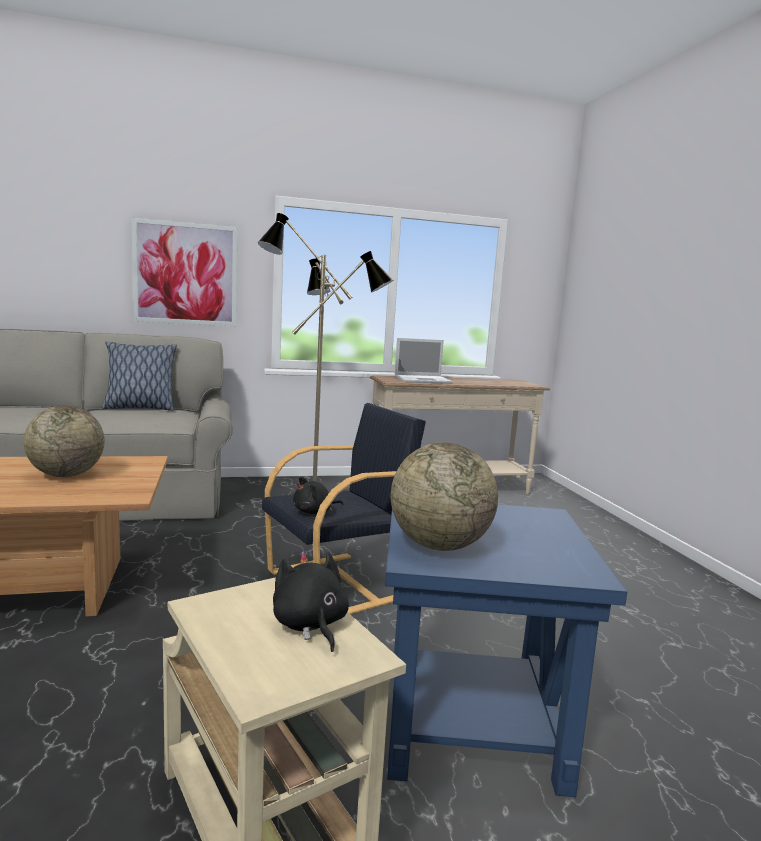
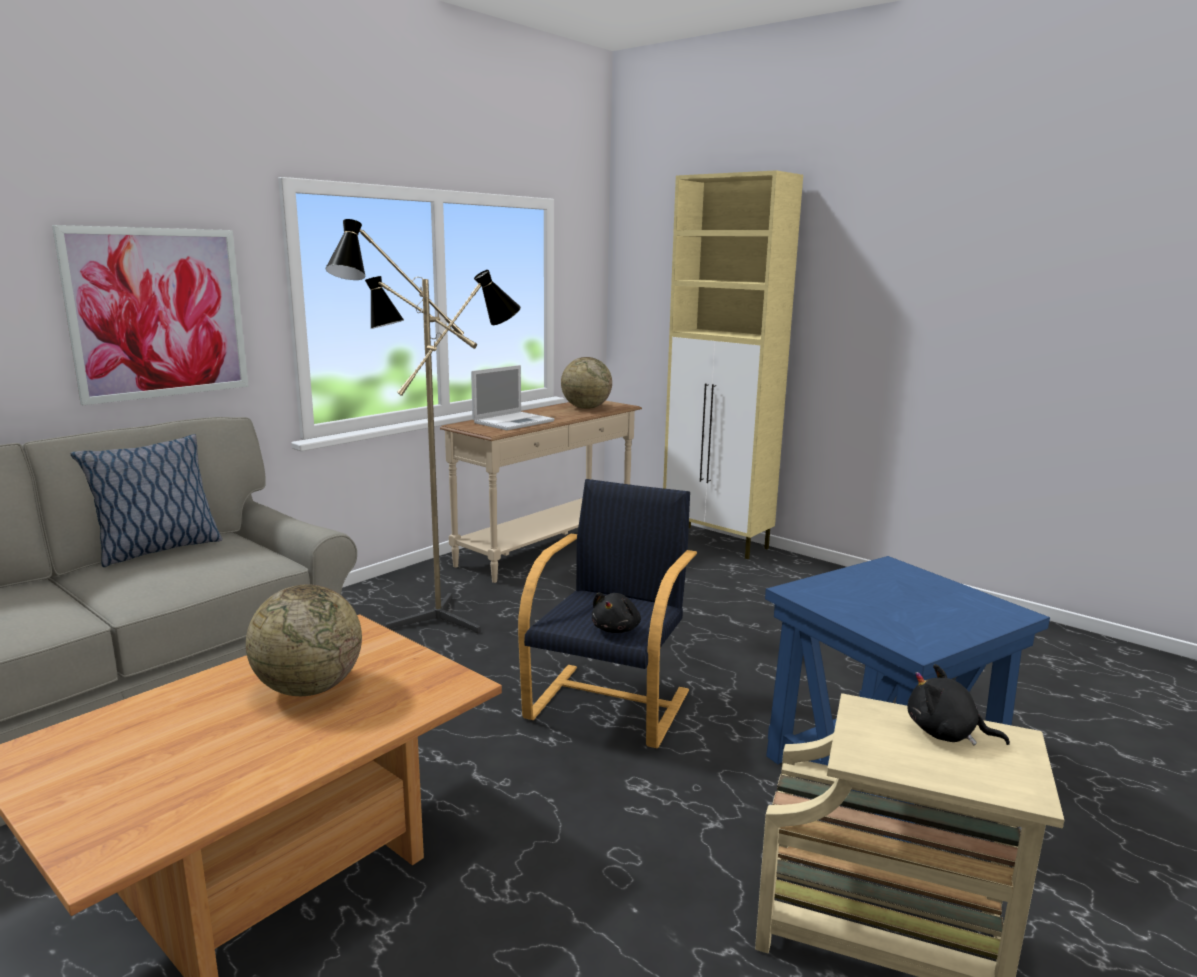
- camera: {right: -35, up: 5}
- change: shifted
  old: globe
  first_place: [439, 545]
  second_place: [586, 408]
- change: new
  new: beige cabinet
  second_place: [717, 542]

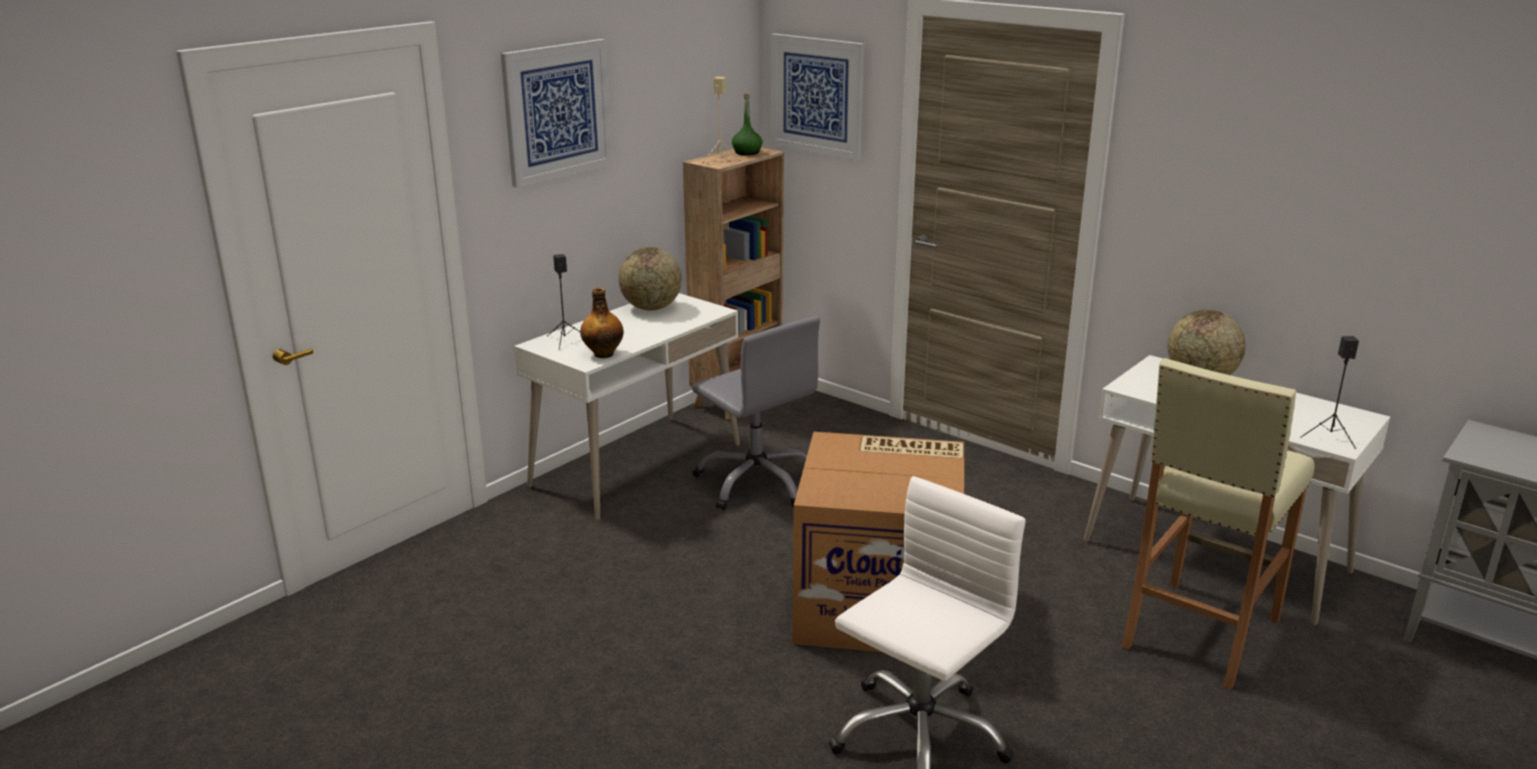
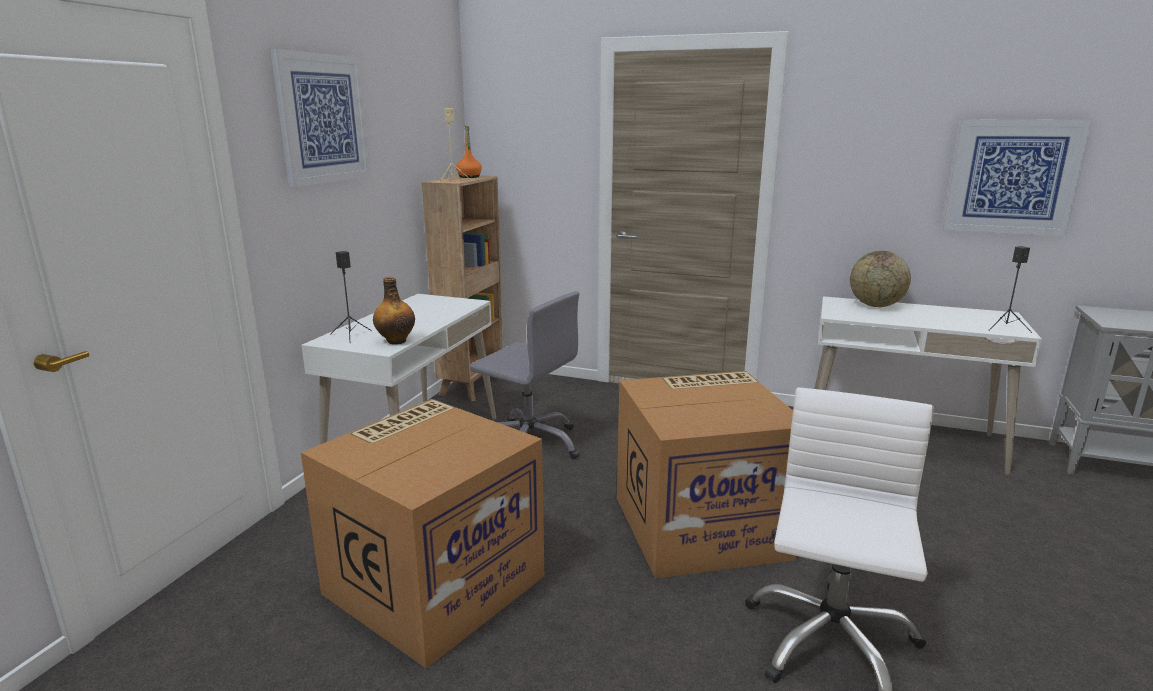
- camera: {right: -20, up: -5}
- change: gone
  old: globe
  first_place: [651, 308]
- change: repainted
  old: green-coloured bottle
  new: orange bottle
  first_place: [747, 153]
  second_place: [469, 177]
- change: shifted
  old: wall picture
  first_place: [817, 95]
  second_place: [1013, 177]
- change: gone
  old: beige sitting stool
  first_place: [1199, 633]
- change: new
  new: carton
  second_place: [435, 582]

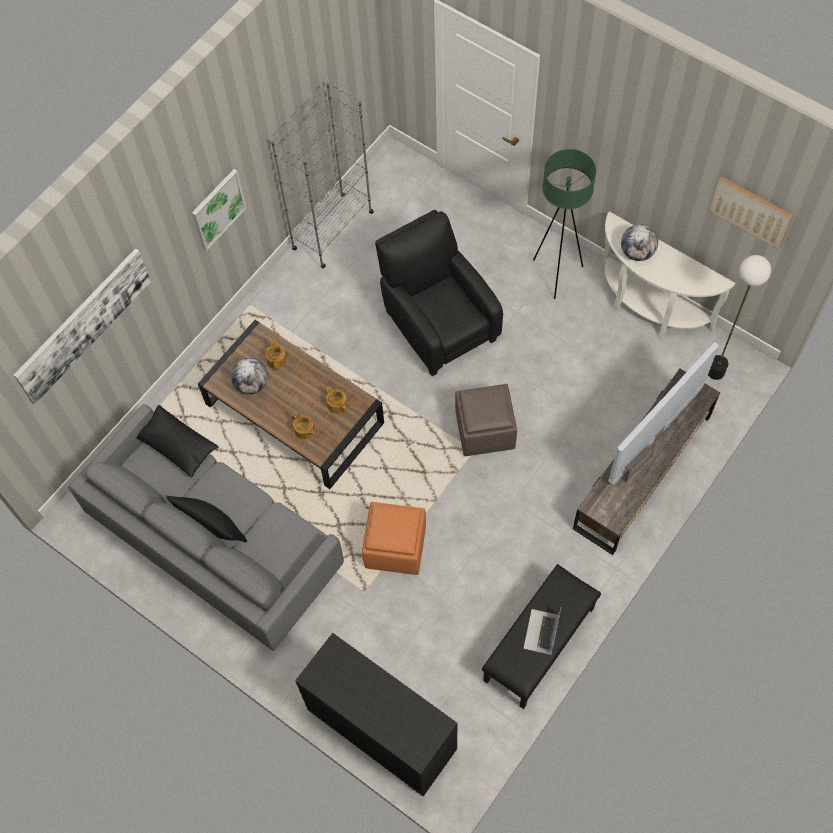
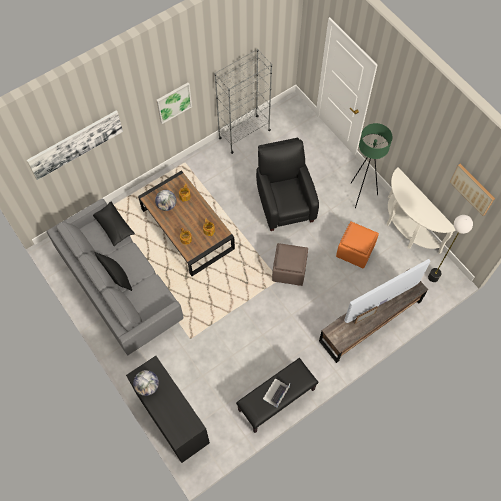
- camera: {right: 15, up: 0}
- change: shifted
  old: orange ottoman
  first_place: [395, 547]
  second_place: [354, 251]
- change: shifted
  old: globe
  first_place: [637, 252]
  second_place: [147, 386]

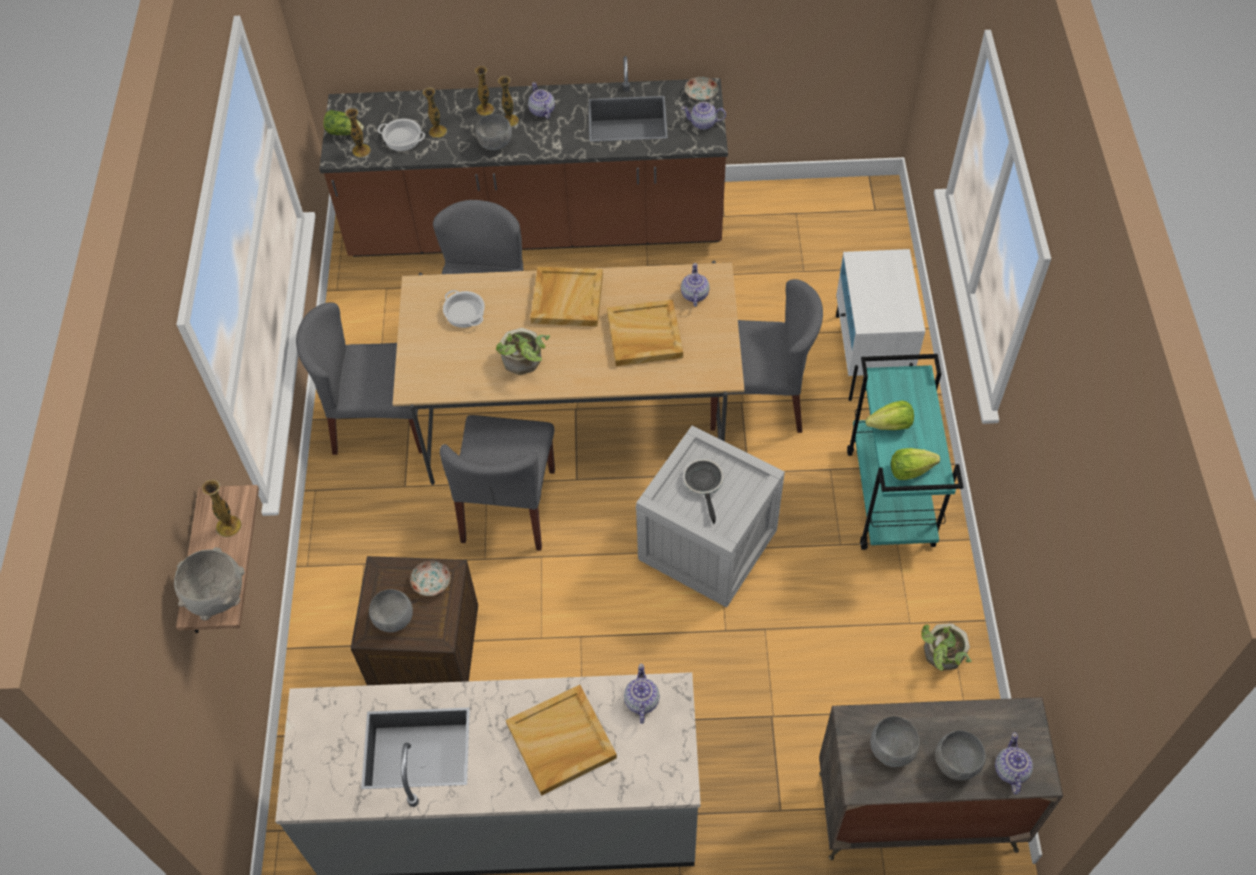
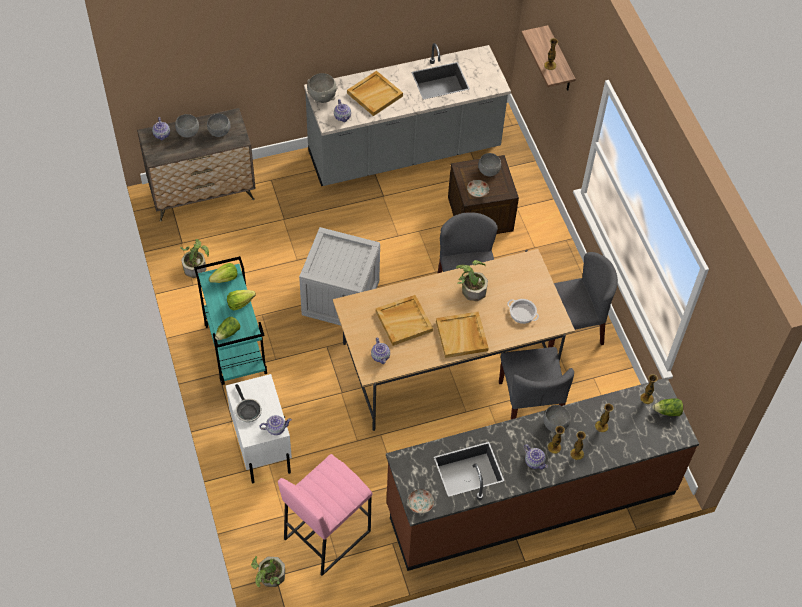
- camera: {right: 160, up: 0}
- change: shifted
  old: greyish serving bowl
  first_place: [217, 598]
  second_place: [322, 97]
- change: gone
  old: cooking pot
  first_place: [403, 138]
- change: shifted
  old: tea pot
  first_place: [703, 123]
  second_place: [275, 428]
- change: shifted
  old: frying pan
  first_place: [704, 484]
  second_place: [247, 410]
- change: gone
  old: greyish chair
  first_place: [756, 400]
- change: new
  new: lettuce head
  second_place: [228, 333]
- change: new
  new: potted plant
  second_place: [269, 578]
- change: new
  new: pink-coloured sitting stool
  second_place: [326, 534]

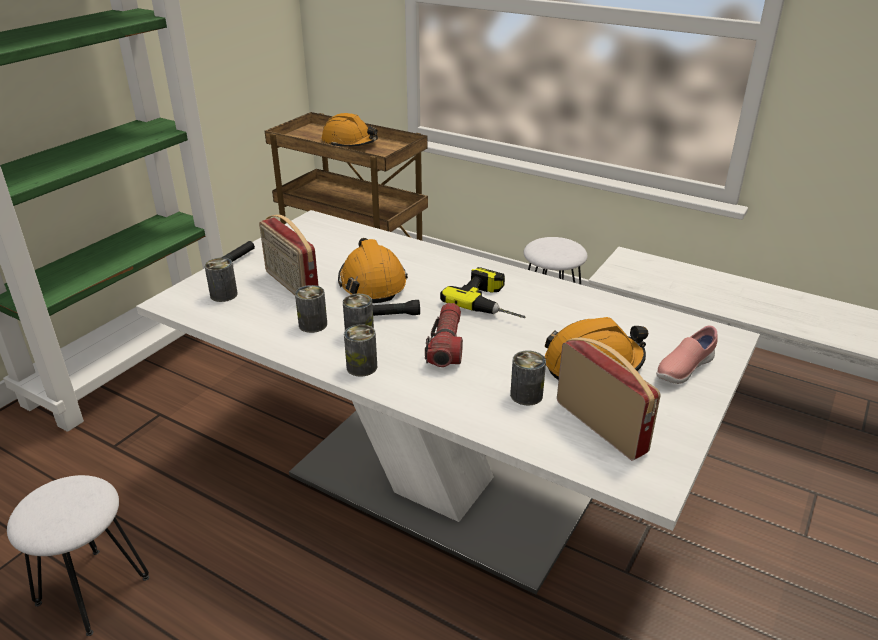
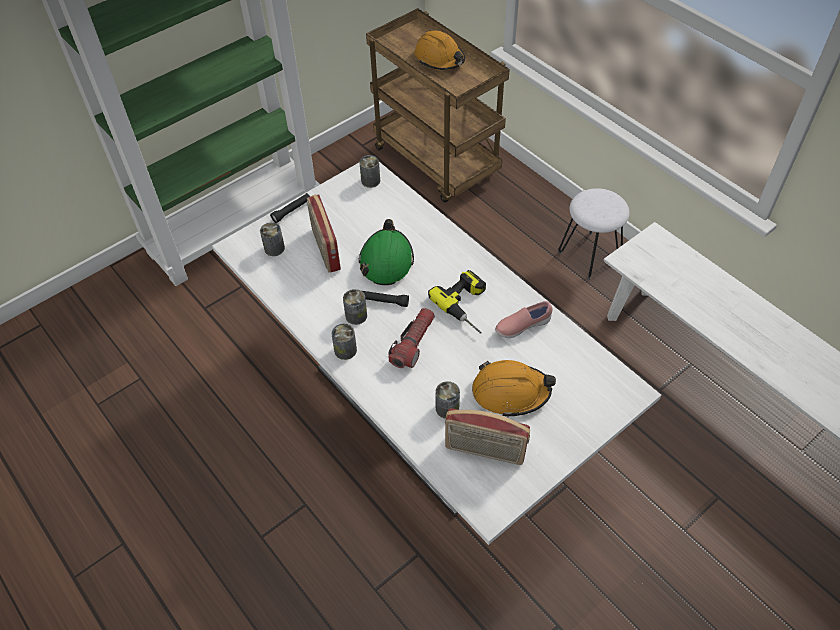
- camera: {right: 20, up: 20}
- change: gone
  old: white-coloured sitting stool
  first_place: [92, 590]
- change: shifted
  old: metal can
  first_place: [313, 324]
  second_place: [370, 181]
- change: repainted
  old: orange safety helmet
  new: green-coloured safety helmet
  first_place: [372, 283]
  second_place: [386, 261]
- change: rotated
  old: radio receiver
  first_place: [601, 426]
  second_place: [484, 451]
  degrees: 120
- change: shifted
  old: pink-coloured low shoe
  first_place: [683, 369]
  second_place: [522, 326]

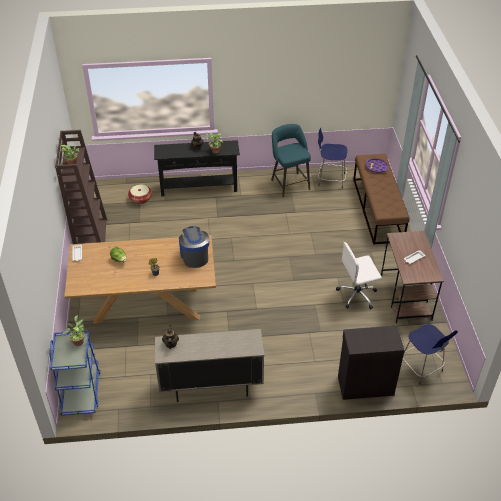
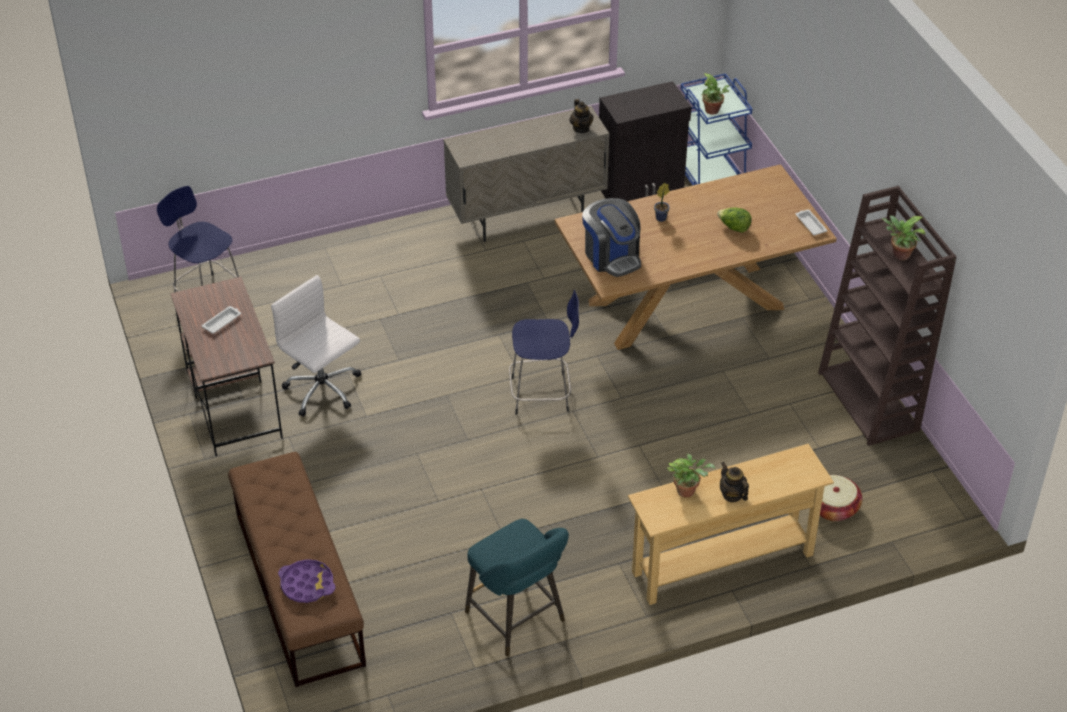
- camera: {right: 165, up: 0}
- change: repainted
  old: black console table
  new: beige console table
  first_place: [199, 187]
  second_place: [723, 564]
- change: shifted
  old: bluish sitting stool
  first_place: [330, 179]
  second_place: [542, 394]
- change: rotated
  old: white-coloured office chair
  first_place: [357, 295]
  second_place: [323, 390]
  degrees: -105
- change: shifted
  old: black cabinet
  first_place: [365, 385]
  second_place: [641, 189]

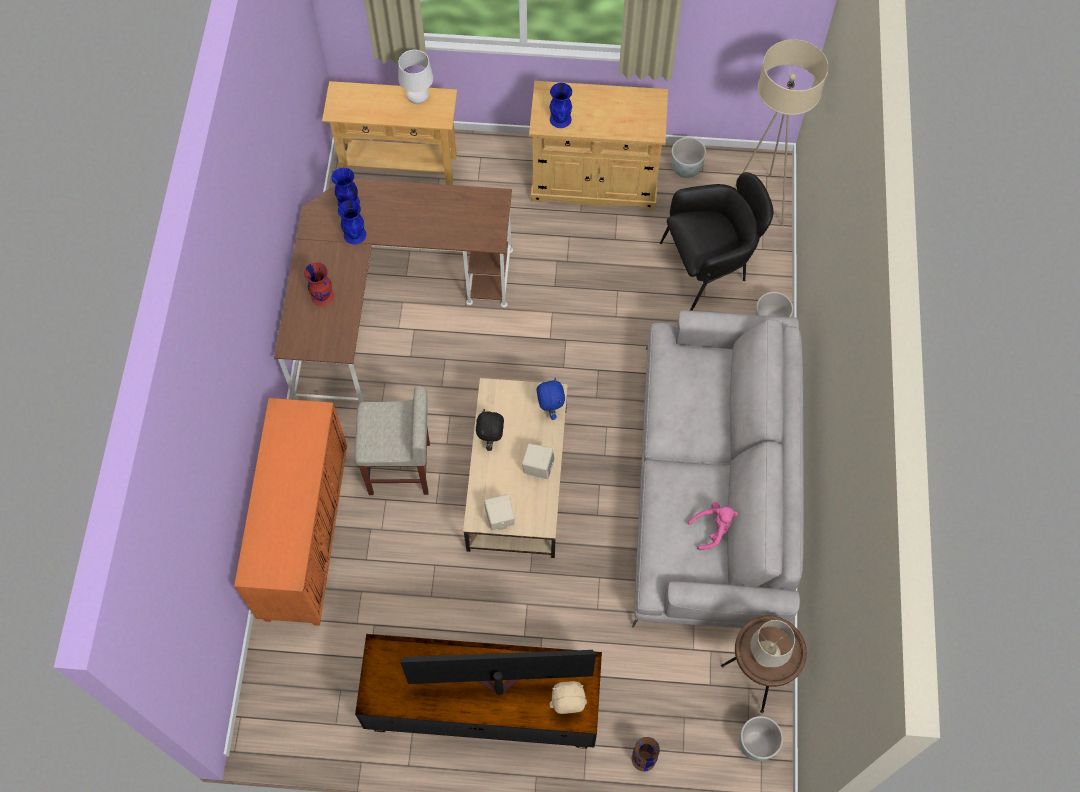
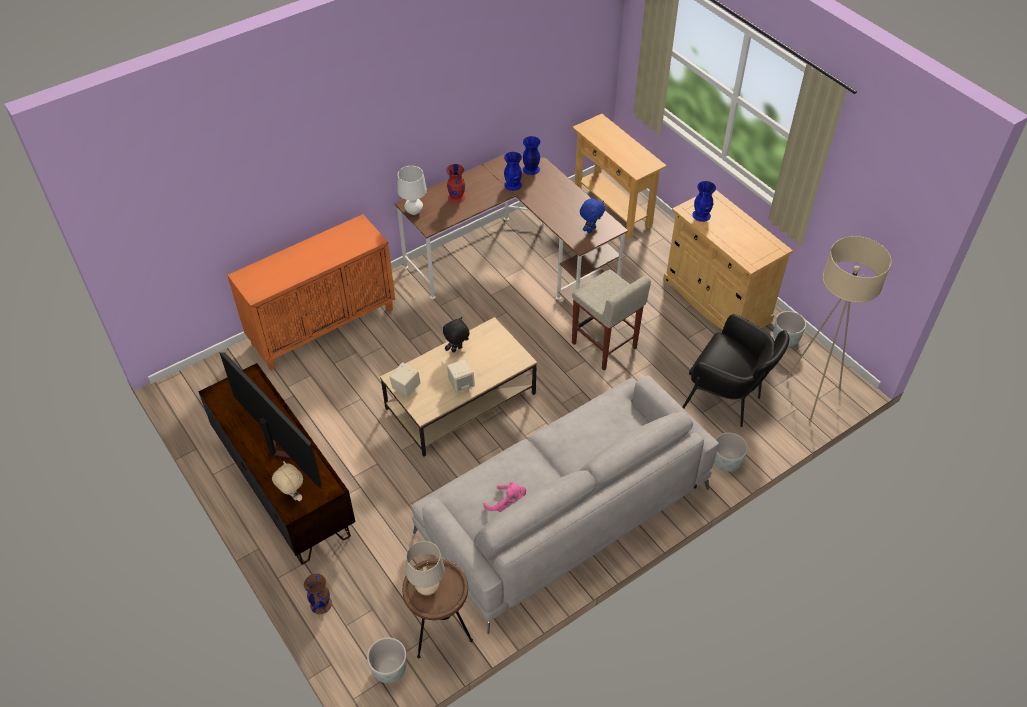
- camera: {right: 50, up: -15}
- change: shifted
  old: beige sitting stool
  first_place: [401, 469]
  second_place: [604, 346]
- change: shifted
  old: white-coloured table lamp
  first_place: [418, 99]
  second_place: [414, 211]
- change: shifted
  old: bluish plush toy
  first_place: [550, 409]
  second_place: [590, 229]

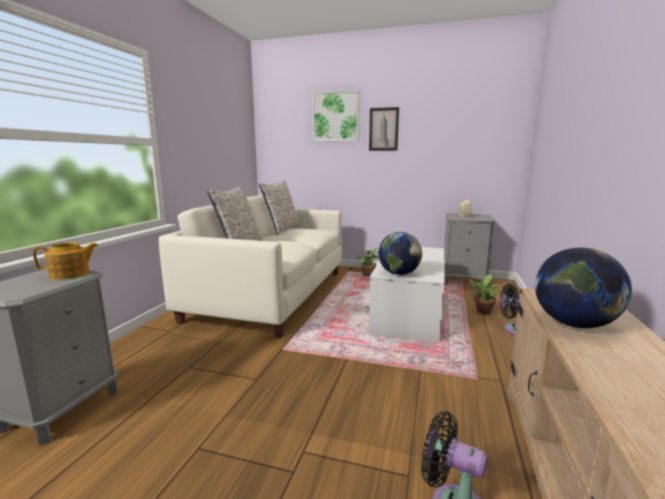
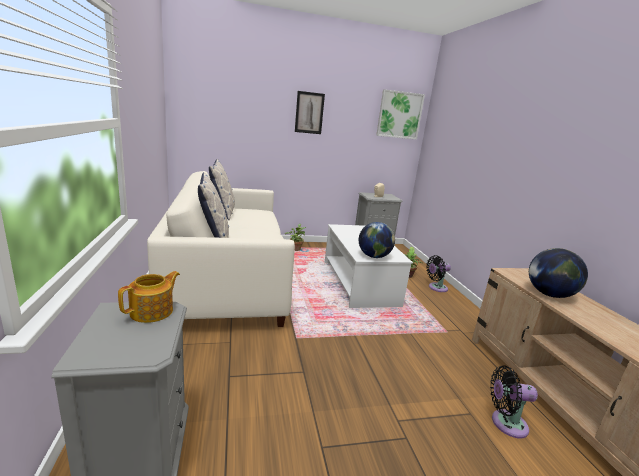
- camera: {right: -30, up: 5}
- change: shifted
  old: wall picture
  first_place: [336, 116]
  second_place: [399, 115]

